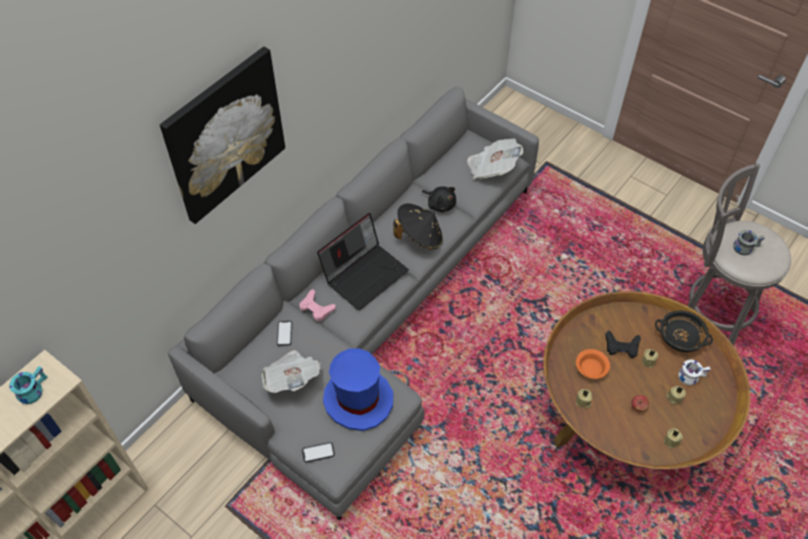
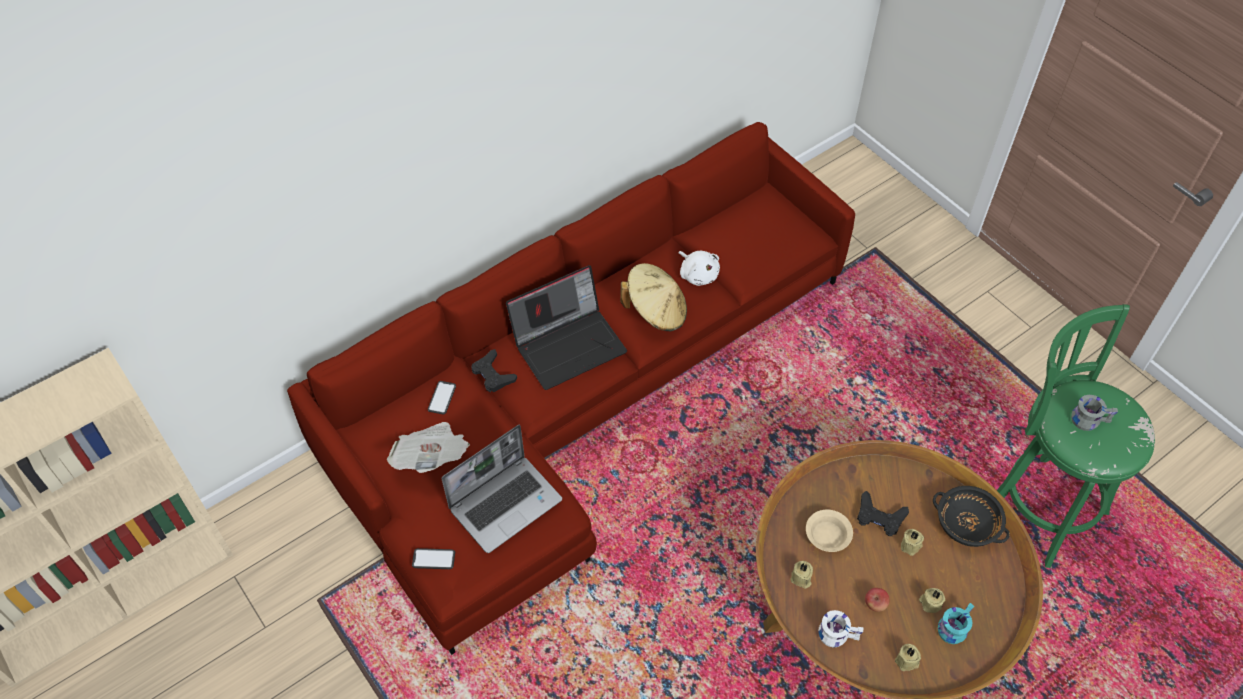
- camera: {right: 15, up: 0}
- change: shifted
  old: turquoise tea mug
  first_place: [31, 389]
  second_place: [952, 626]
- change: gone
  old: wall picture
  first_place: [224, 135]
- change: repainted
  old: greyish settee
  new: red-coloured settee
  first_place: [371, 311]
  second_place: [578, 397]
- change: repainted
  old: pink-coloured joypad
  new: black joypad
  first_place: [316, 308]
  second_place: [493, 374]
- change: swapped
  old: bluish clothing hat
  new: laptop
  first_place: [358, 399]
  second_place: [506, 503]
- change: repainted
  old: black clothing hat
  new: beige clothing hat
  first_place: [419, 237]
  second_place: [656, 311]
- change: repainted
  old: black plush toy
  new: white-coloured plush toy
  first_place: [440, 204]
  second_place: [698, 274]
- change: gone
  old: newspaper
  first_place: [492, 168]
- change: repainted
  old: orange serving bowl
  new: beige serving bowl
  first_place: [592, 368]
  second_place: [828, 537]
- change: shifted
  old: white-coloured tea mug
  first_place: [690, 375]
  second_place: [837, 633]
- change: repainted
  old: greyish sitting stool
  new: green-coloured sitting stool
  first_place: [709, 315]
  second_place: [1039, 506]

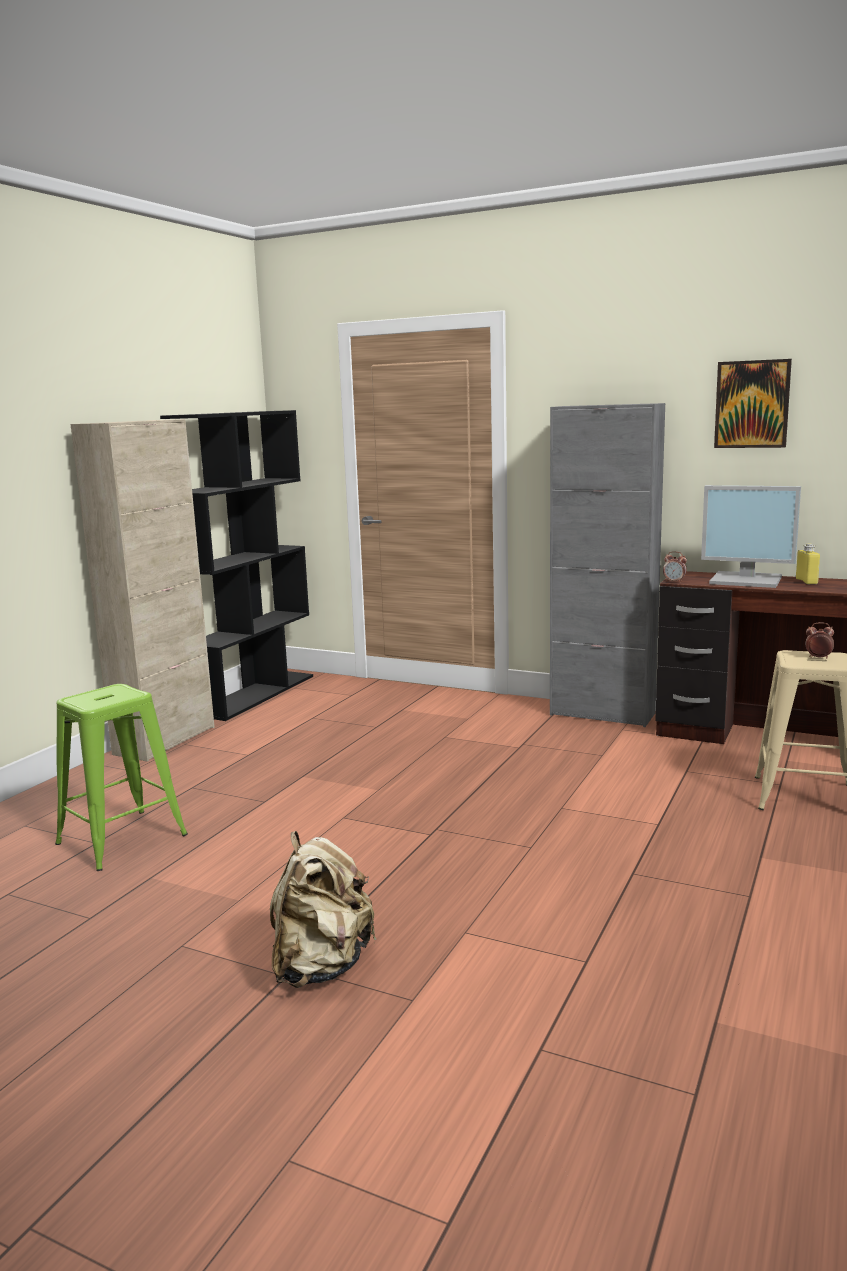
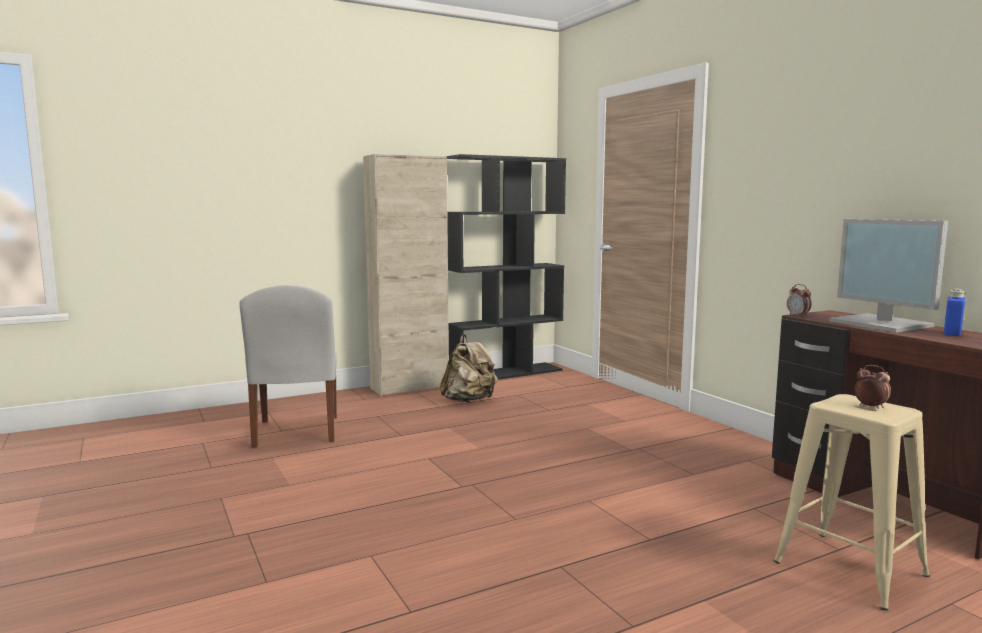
- camera: {right: 35, up: -5}
- change: swapped
  old: green-coloured sitting stool
  new: white-coloured chair
  first_place: [123, 839]
  second_place: [296, 433]
- change: shifted
  old: beige knapsack
  first_place: [321, 966]
  second_place: [469, 401]
- change: gone
  old: greyish cabinet
  first_place: [602, 714]
- change: gone
  old: wall picture
  first_place: [752, 404]
- change: repainted
  old: yellow-coloured bottle
  new: bluish bottle
  first_place: [806, 581]
  second_place: [952, 333]

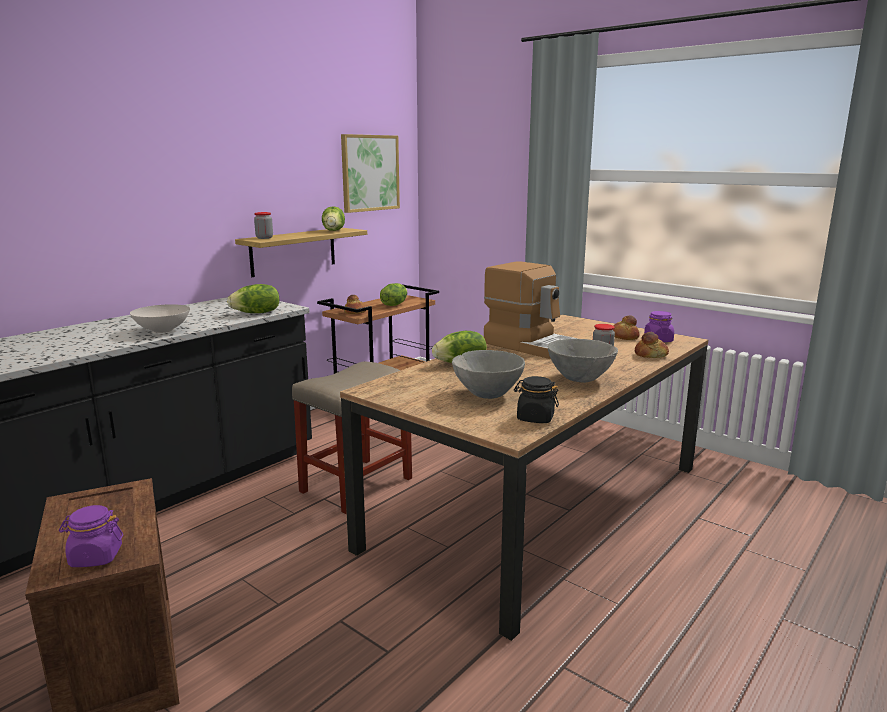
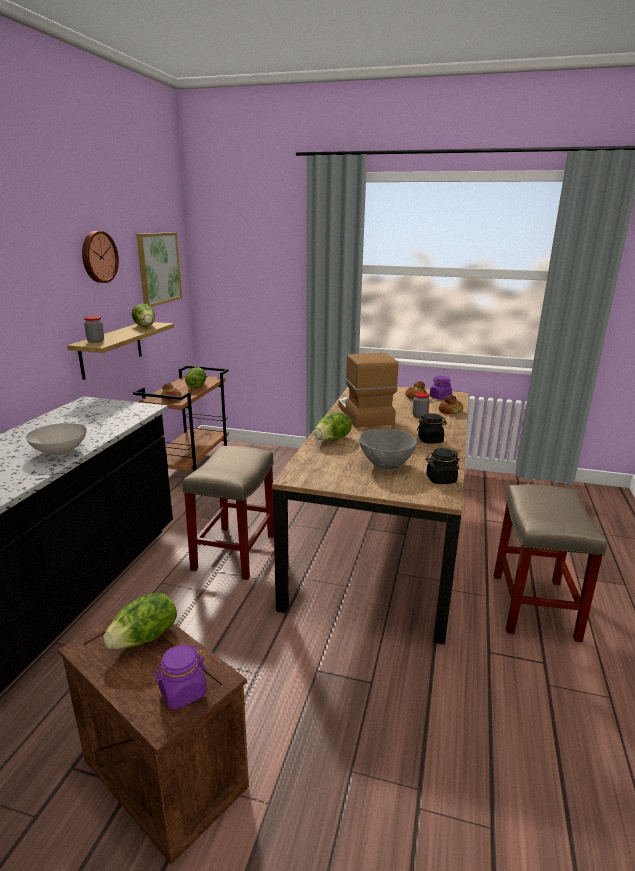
- camera: {right: -25, up: 5}
- change: shifted
  old: lettuce head
  first_place: [257, 313]
  second_place: [145, 638]
- change: rotated
  old: coffee maker
  first_place: [531, 345]
  second_place: [363, 414]
  degrees: -120
- change: swapped
  old: greyish serving bowl
  new: black jar
  first_place: [580, 379]
  second_place: [430, 440]
- change: new
  new: hanging clock
  second_place: [98, 257]
- change: new
  new: beige sitting stool
  second_place: [535, 607]

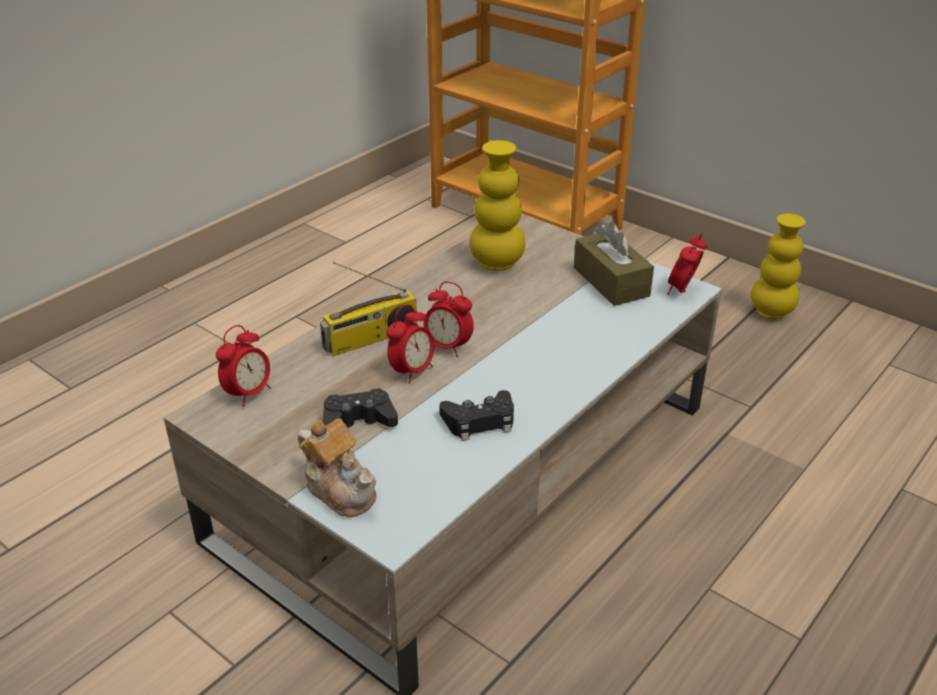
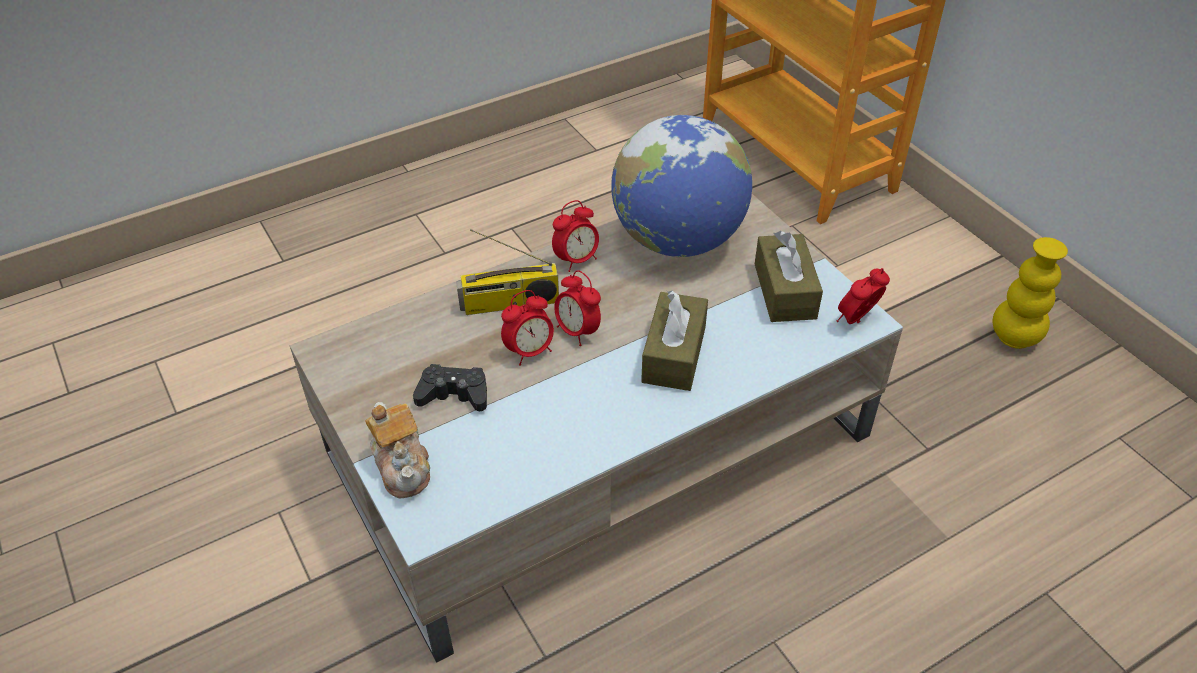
- camera: {right: 20, up: 10}
- change: shifted
  old: bedside clock
  first_place: [248, 393]
  second_place: [576, 260]
- change: gone
  old: black joypad
  first_place: [479, 421]
- change: swapped
  old: yellow-coloured vase
  new: globe
  first_place: [497, 263]
  second_place: [678, 240]
- change: new
  new: brownish tissue holder
  second_place: [674, 354]

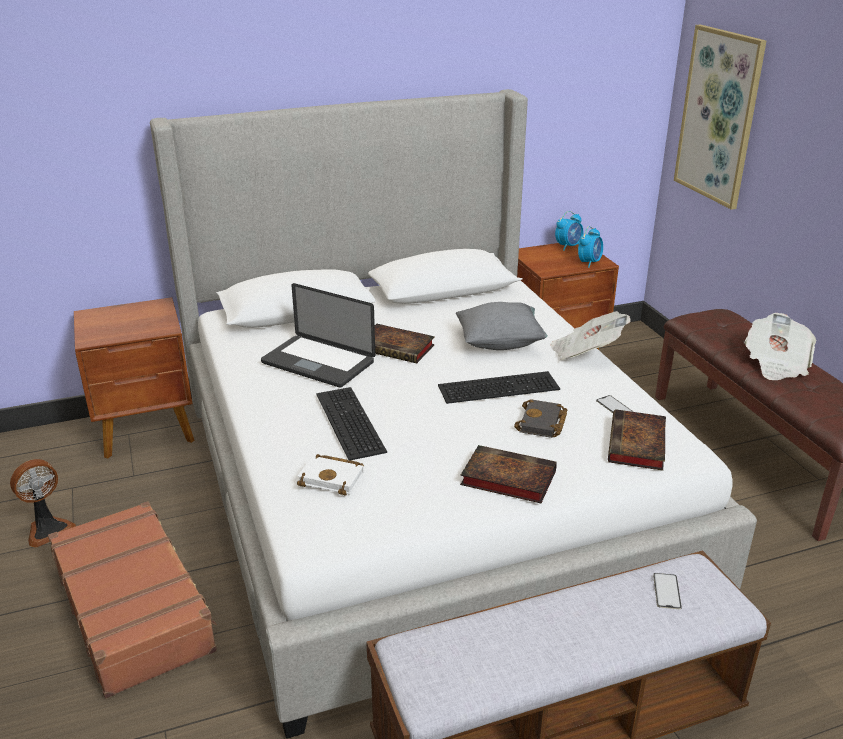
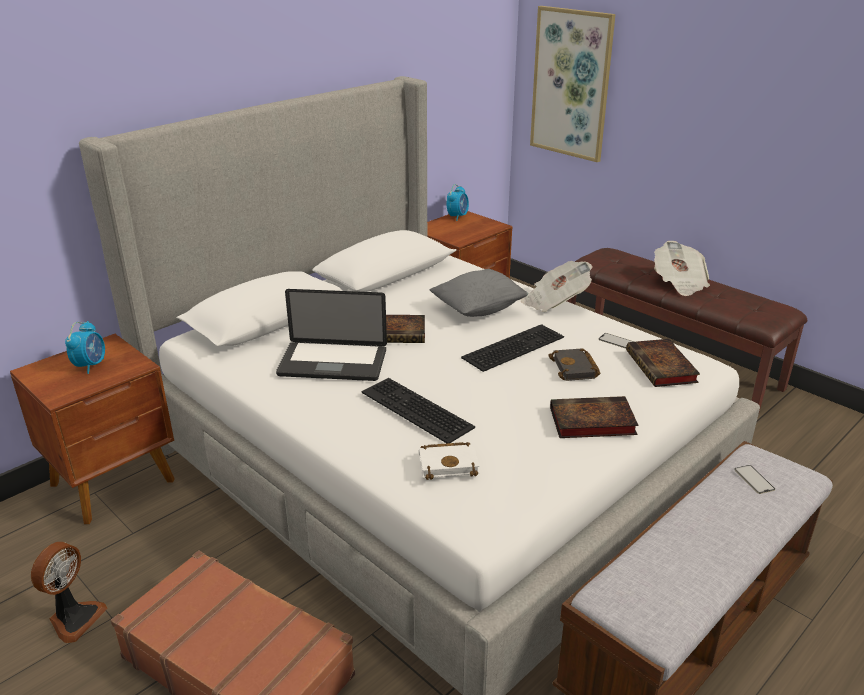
- camera: {right: -25, up: 0}
- change: shifted
  old: bedside clock
  first_place: [589, 262]
  second_place: [90, 365]

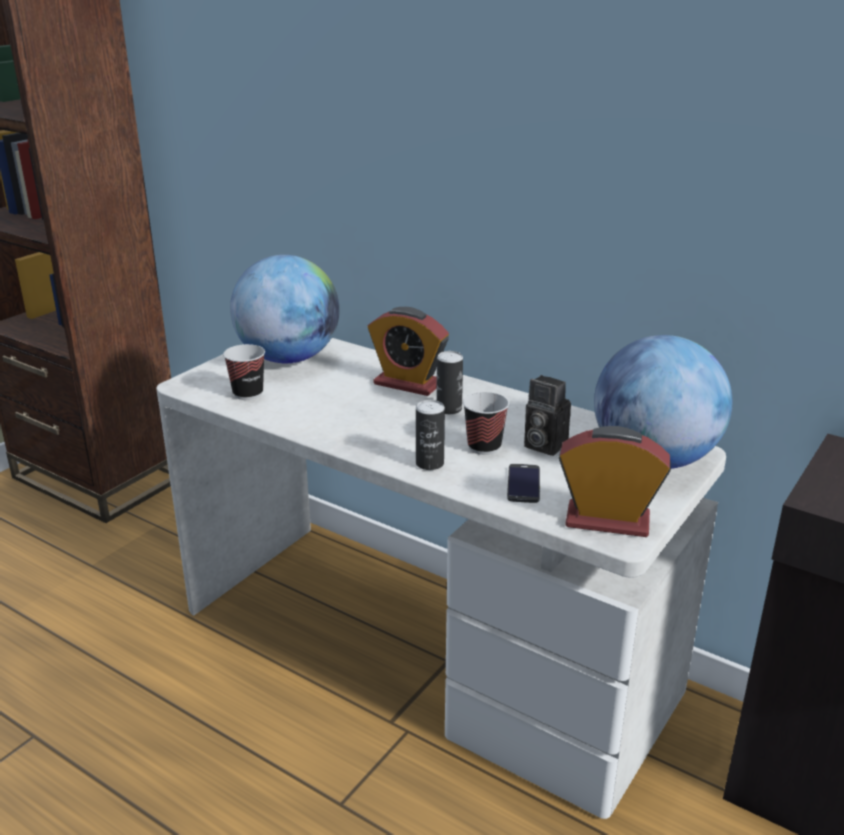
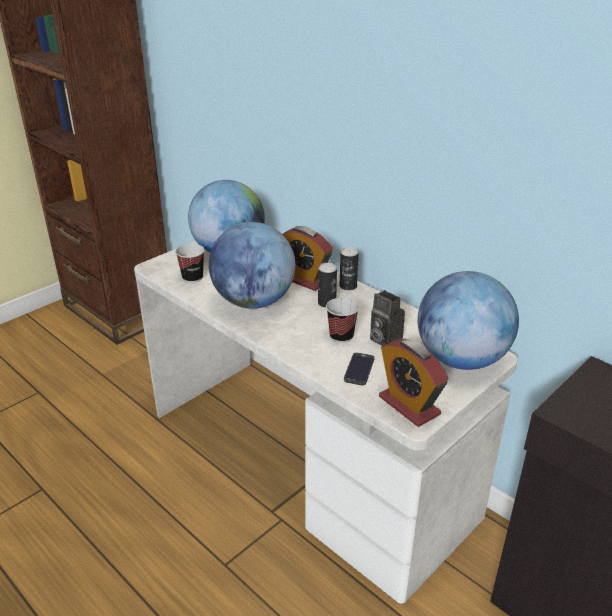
- camera: {right: 10, up: 5}
- change: shifted
  old: metal can
  first_place: [429, 463]
  second_place: [348, 286]
- change: rotated
  old: bedside clock
  first_place: [607, 521]
  second_place: [409, 405]
  degrees: -150
- change: new
  new: globe
  second_place: [254, 301]

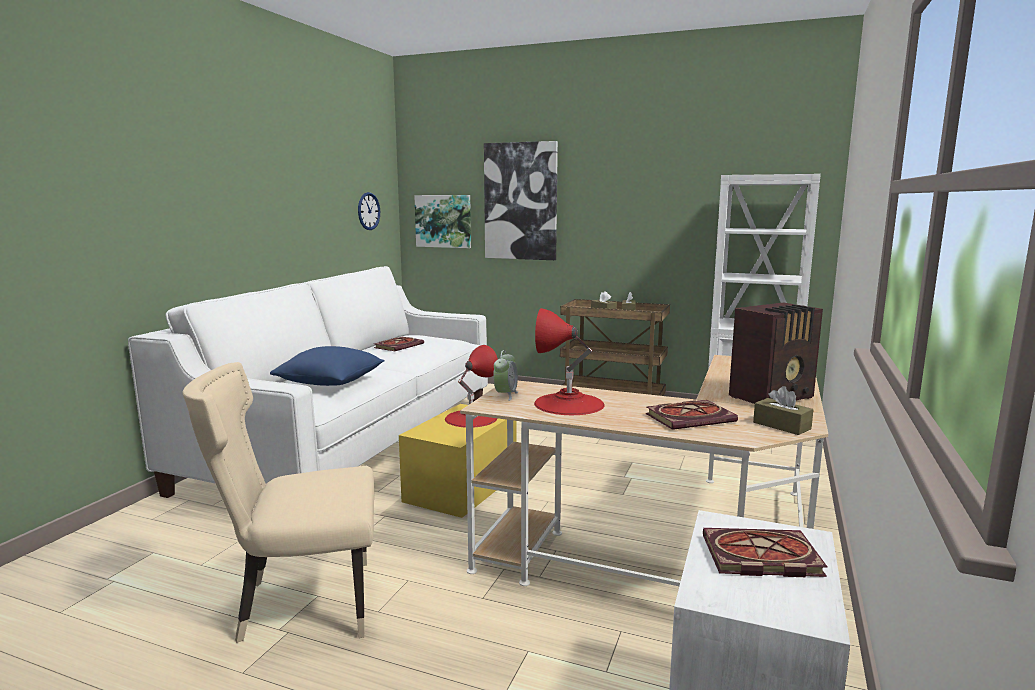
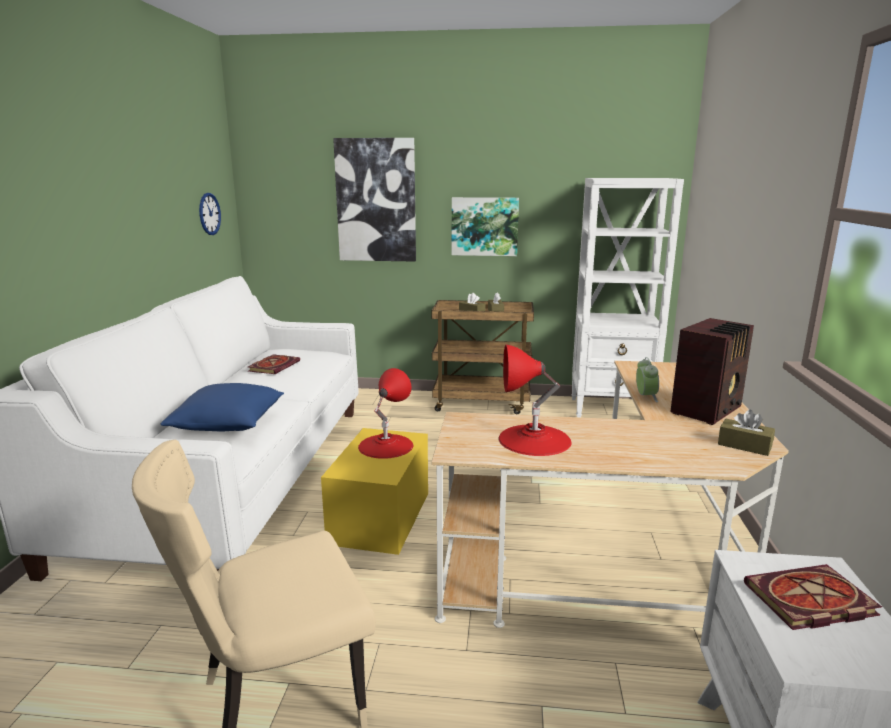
- camera: {right: -15, up: 5}
- change: shifted
  old: wall picture
  first_place: [443, 221]
  second_place: [484, 226]
- change: shifted
  old: bedside clock
  first_place: [505, 395]
  second_place: [645, 397]
- change: gone
  old: bound book
  first_place: [691, 418]

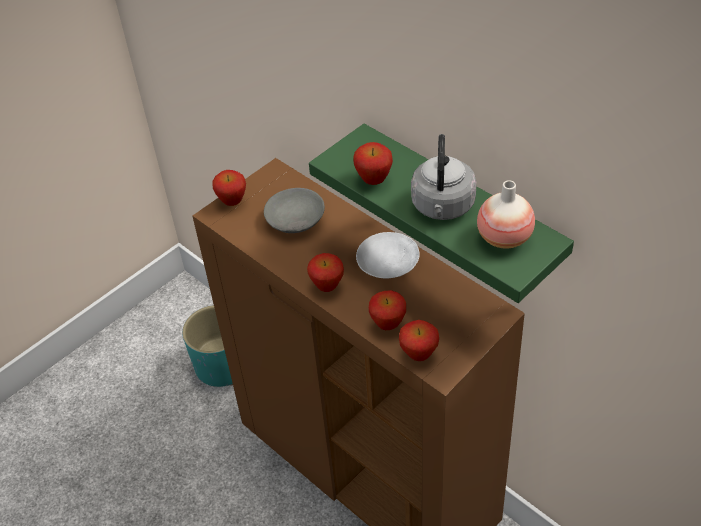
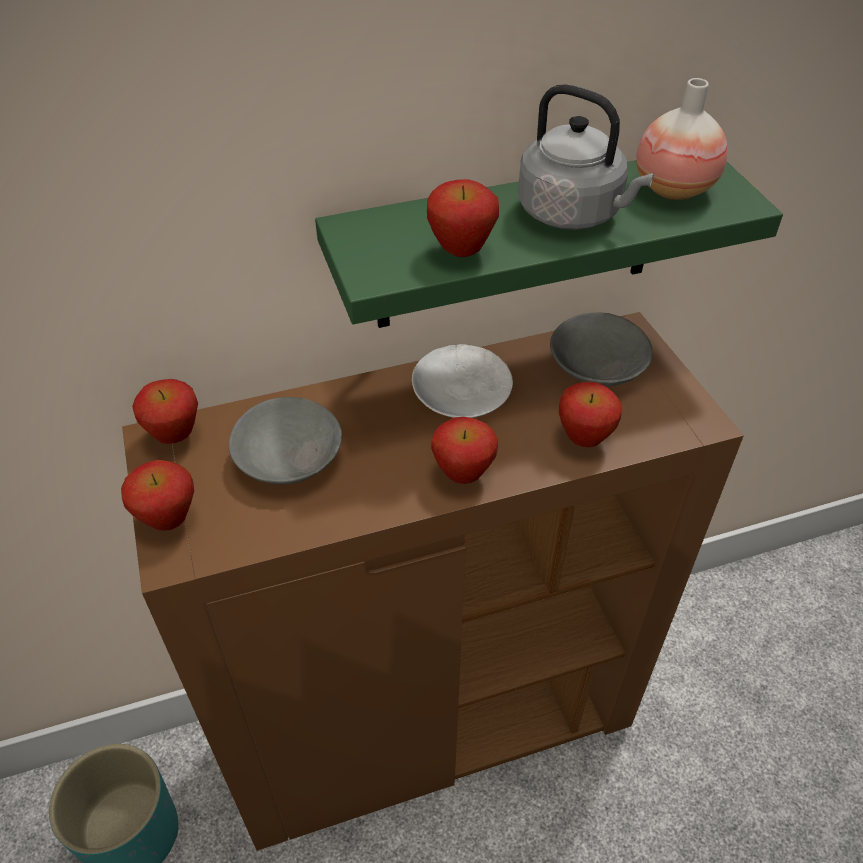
- camera: {right: -65, up: 0}
- change: shifted
  old: whole apple
  first_place: [419, 355]
  second_place: [175, 436]
- change: new
  new: greyish serving bowl
  second_place: [598, 366]

